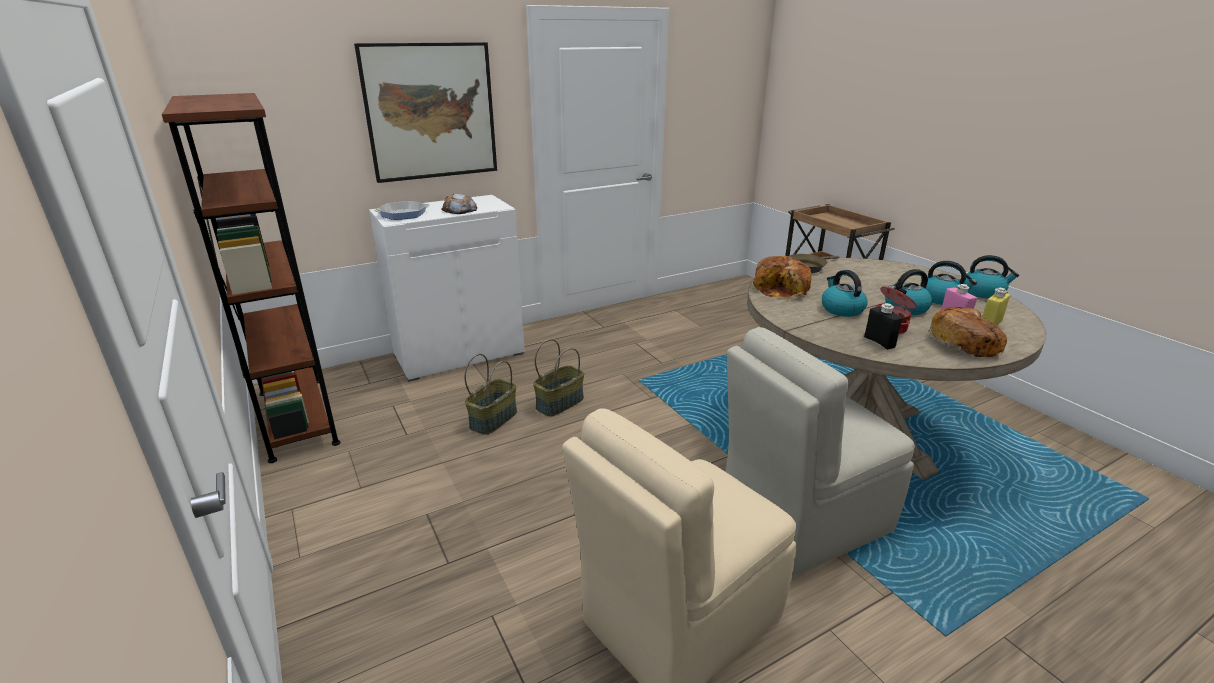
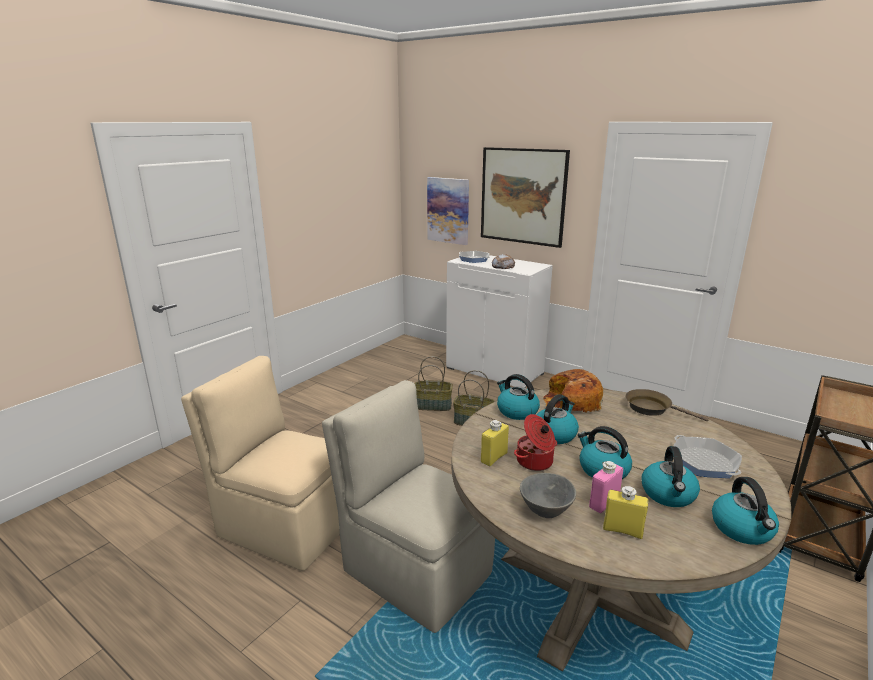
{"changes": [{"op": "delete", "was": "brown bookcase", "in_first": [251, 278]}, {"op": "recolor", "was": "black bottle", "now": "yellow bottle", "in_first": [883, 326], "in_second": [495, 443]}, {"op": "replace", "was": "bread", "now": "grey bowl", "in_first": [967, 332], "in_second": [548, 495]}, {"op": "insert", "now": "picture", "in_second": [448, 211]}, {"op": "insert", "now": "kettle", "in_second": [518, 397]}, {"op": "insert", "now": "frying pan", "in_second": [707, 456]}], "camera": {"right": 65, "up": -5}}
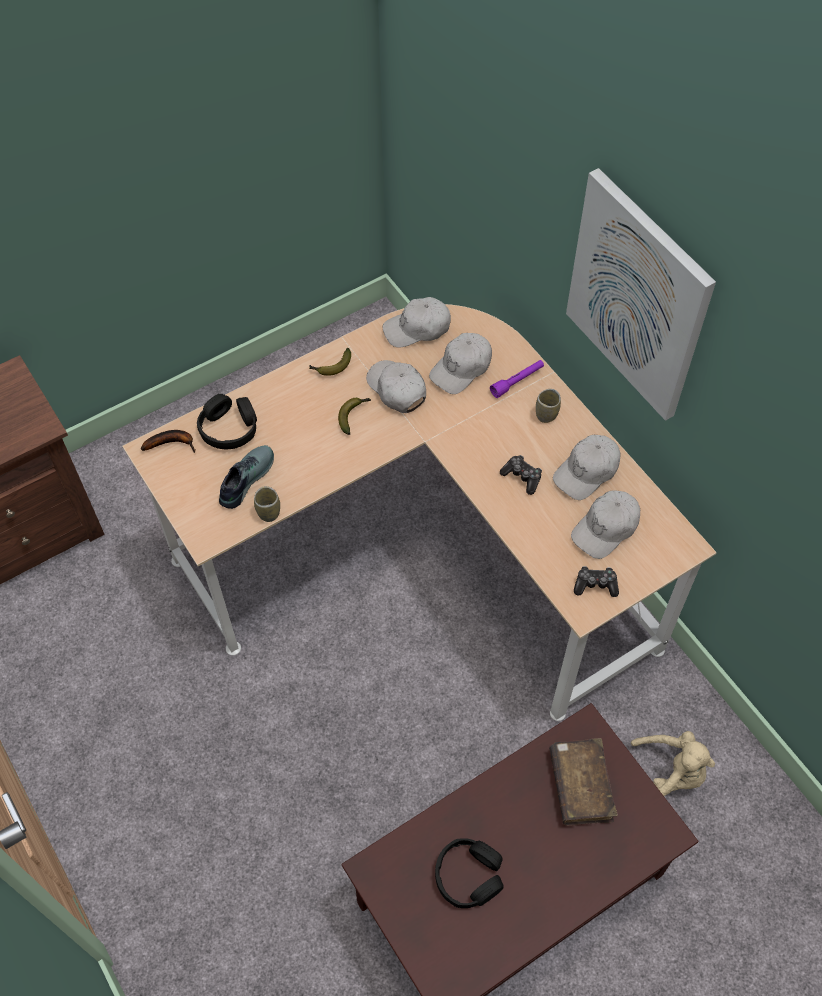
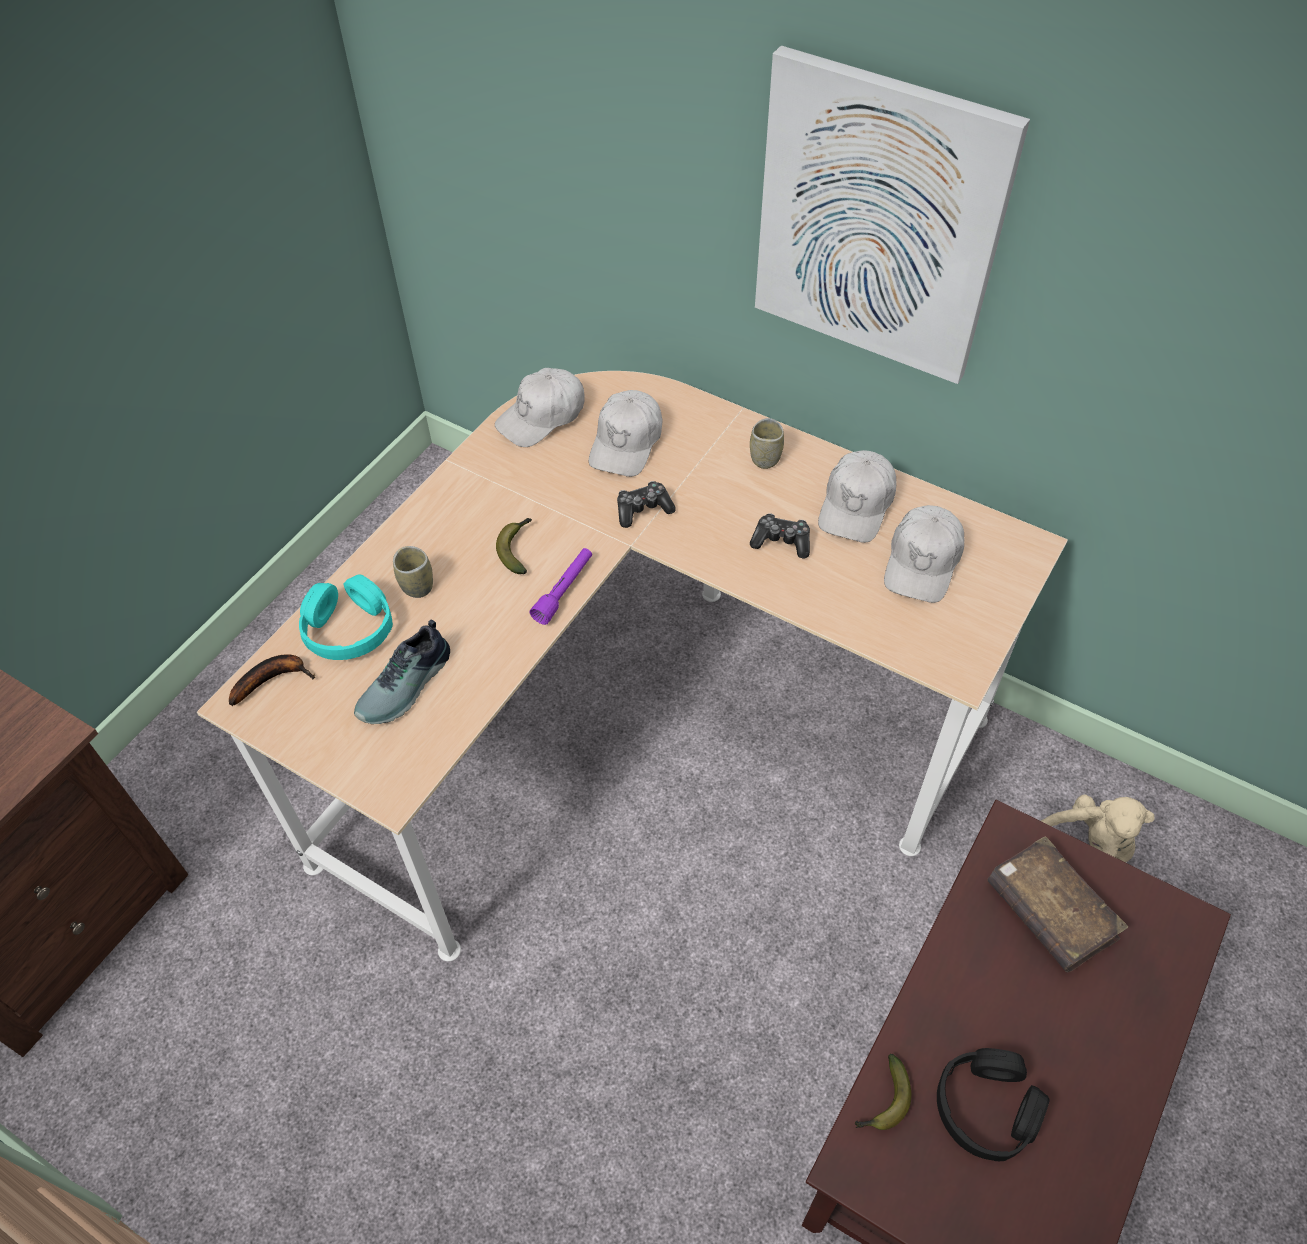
{"changes": [{"op": "move", "was": "banana", "in_first": [330, 362], "in_second": [883, 1092]}, {"op": "delete", "was": "white cap", "in_first": [396, 386]}, {"op": "move", "was": "purple flashlight", "in_first": [517, 379], "in_second": [560, 586]}, {"op": "recolor", "was": "black headphones", "now": "turquoise headphones", "in_first": [227, 421], "in_second": [346, 617]}, {"op": "rotate", "was": "shoe", "in_first": [246, 477], "in_second": [402, 671], "clockwise": -150}, {"op": "move", "was": "cup", "in_first": [267, 504], "in_second": [413, 572]}, {"op": "move", "was": "game controller", "in_first": [596, 581], "in_second": [646, 504]}], "camera": {"right": -25, "up": -5}}
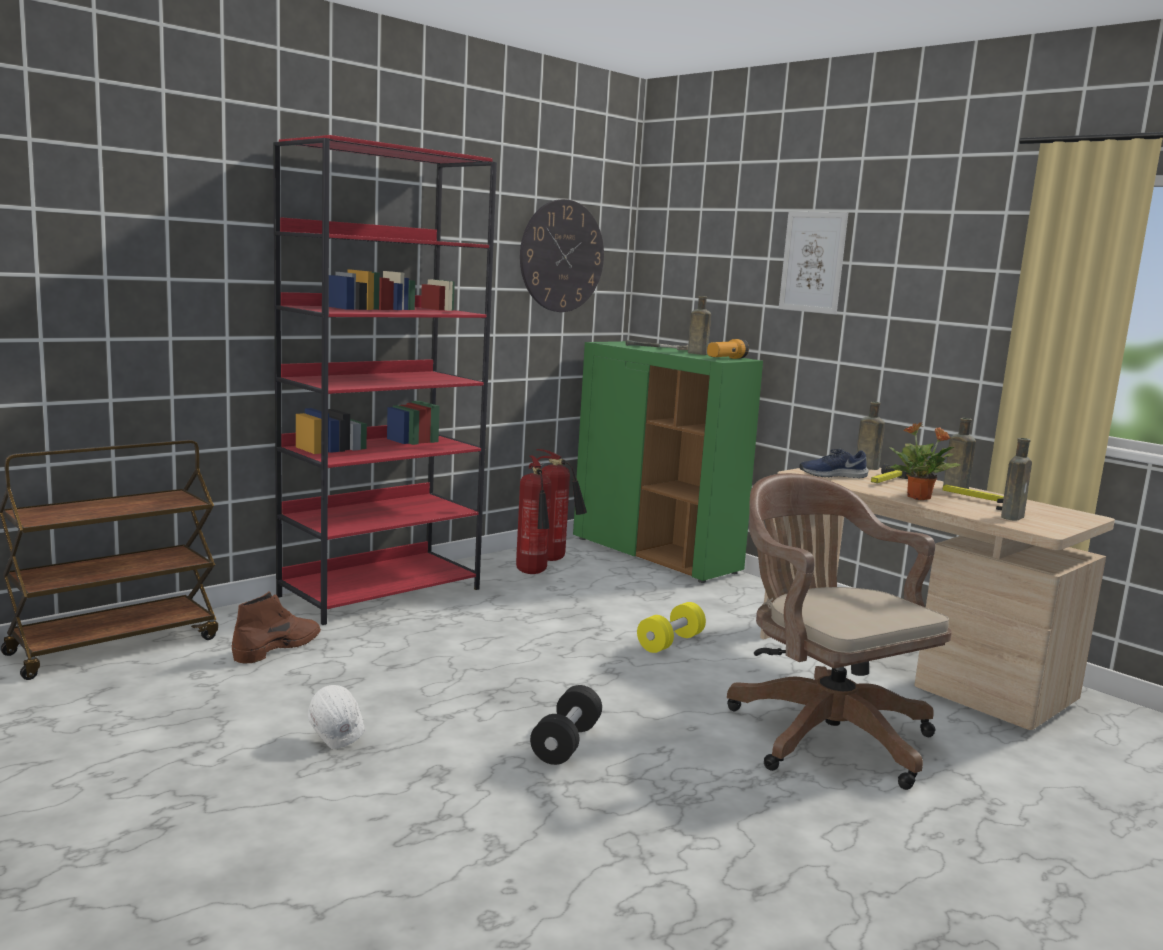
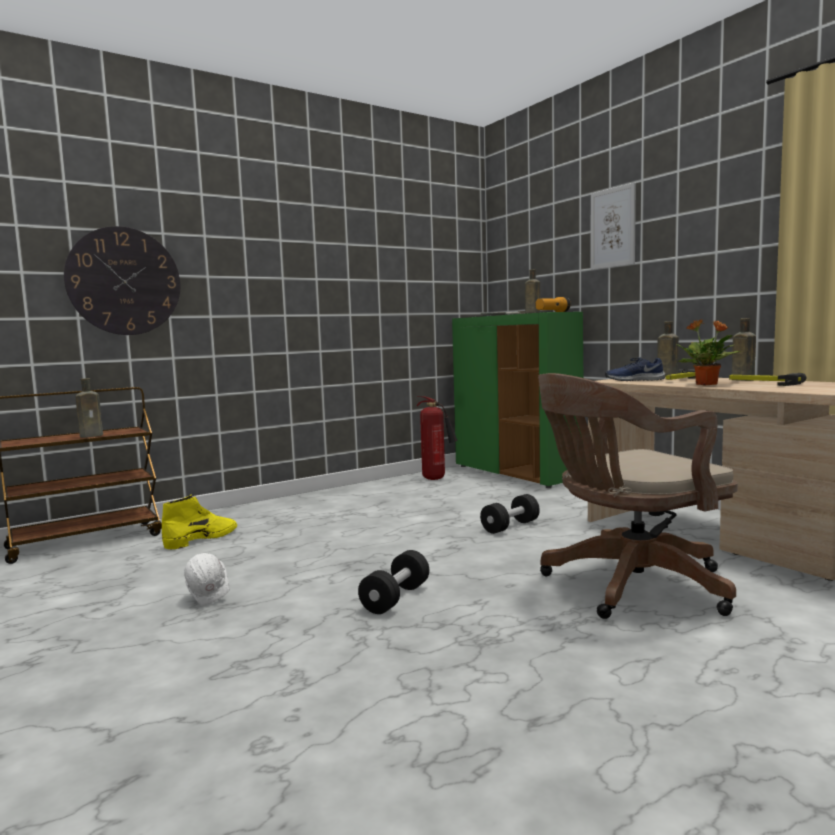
{"changes": [{"op": "delete", "was": "red bookcase", "in_first": [385, 380]}, {"op": "move", "was": "wall clock", "in_first": [562, 255], "in_second": [122, 280]}, {"op": "move", "was": "brown bottle", "in_first": [1016, 479], "in_second": [89, 408]}, {"op": "delete", "was": "fire extinguisher", "in_first": [534, 514]}, {"op": "rotate", "was": "brown office chair", "in_first": [839, 631], "in_second": [638, 496], "clockwise": -90}, {"op": "recolor", "was": "brown boot", "now": "yellow boot", "in_first": [276, 627], "in_second": [199, 522]}, {"op": "recolor", "was": "yellow dumbbell", "now": "black dumbbell", "in_first": [671, 627], "in_second": [510, 514]}], "camera": {"right": 10, "up": -5}}
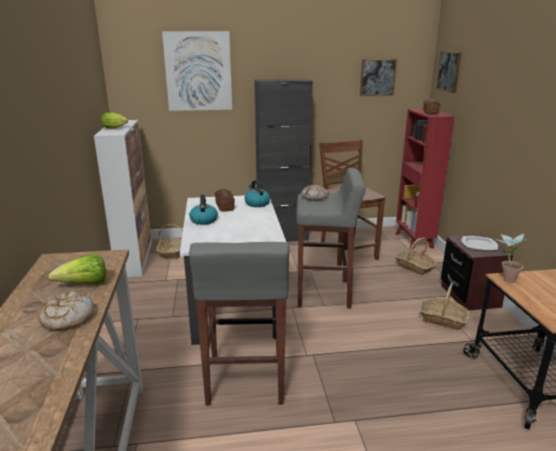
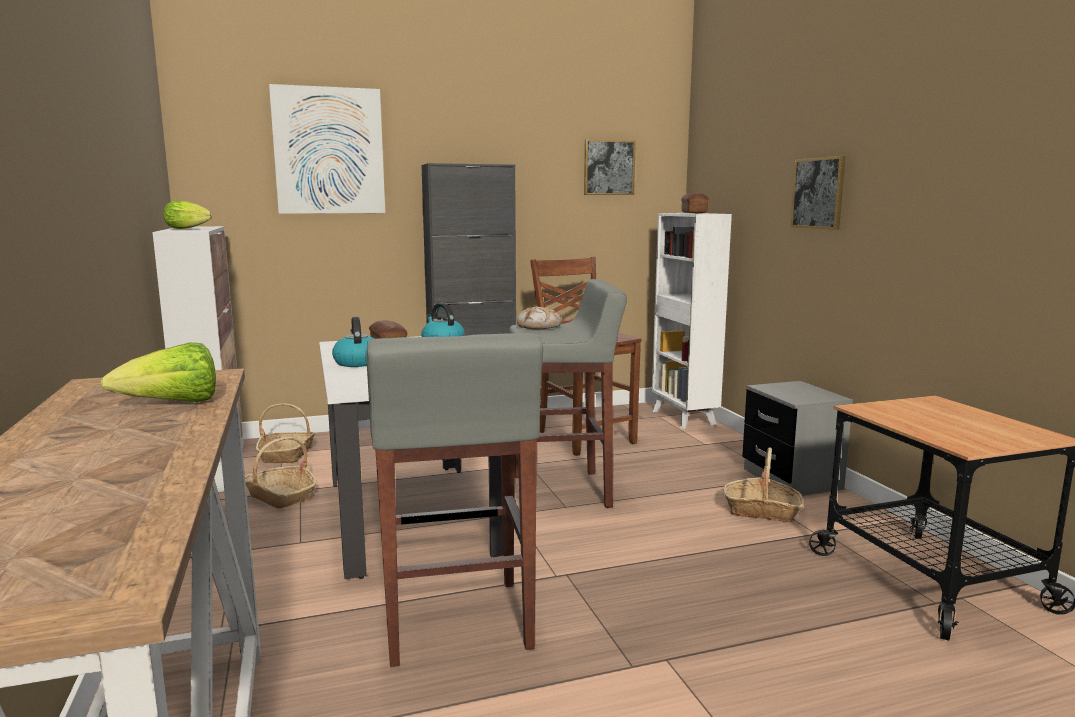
{"changes": [{"op": "move", "was": "picture", "in_first": [449, 72], "in_second": [818, 193]}, {"op": "recolor", "was": "red bookcase", "now": "white bookcase", "in_first": [425, 179], "in_second": [692, 321]}, {"op": "delete", "was": "potted plant", "in_first": [511, 258]}, {"op": "recolor", "was": "brown nightstand", "now": "grey nightstand", "in_first": [477, 272], "in_second": [797, 438]}, {"op": "delete", "was": "plate", "in_first": [479, 243]}, {"op": "move", "was": "basket", "in_first": [415, 256], "in_second": [281, 473]}, {"op": "delete", "was": "bread", "in_first": [66, 310]}], "camera": {"right": -10, "up": -10}}
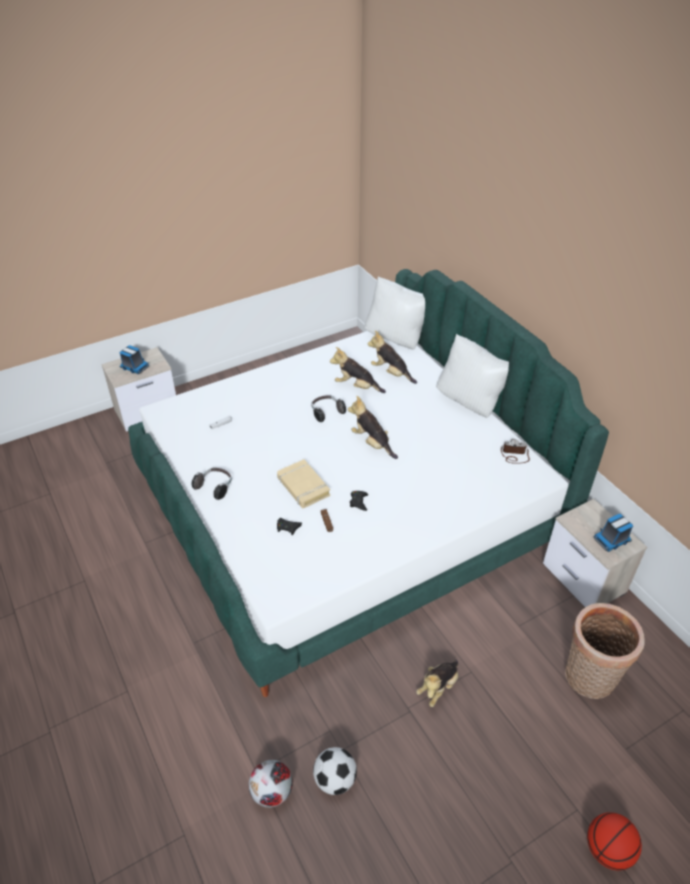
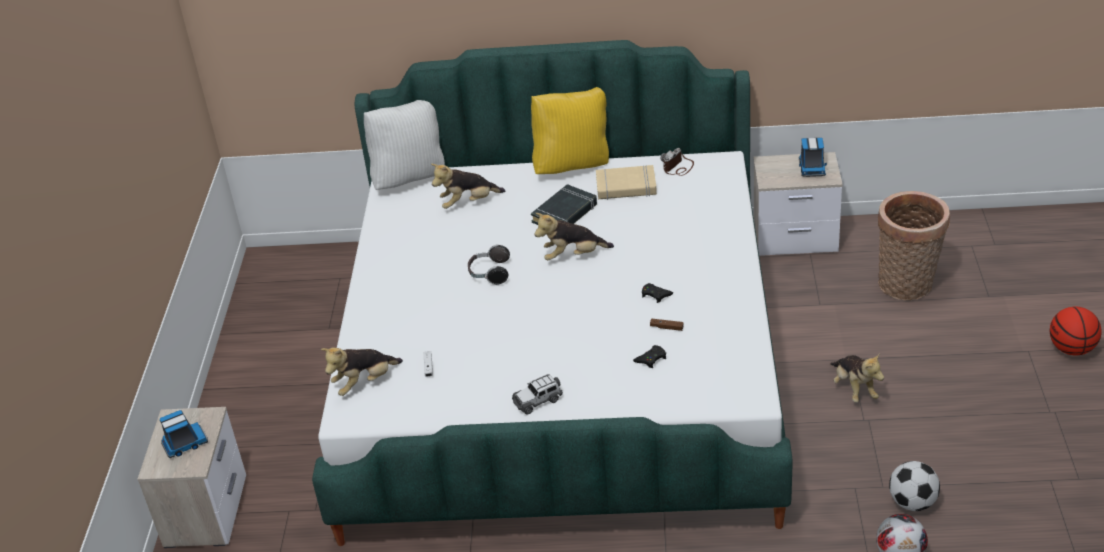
{"changes": [{"op": "recolor", "was": "white pillow", "now": "yellow pillow", "in_first": [472, 376], "in_second": [570, 130]}, {"op": "move", "was": "plush toy", "in_first": [358, 370], "in_second": [362, 371]}, {"op": "move", "was": "beige book", "in_first": [303, 483], "in_second": [626, 182]}, {"op": "replace", "was": "headphones", "now": "toy car", "in_first": [212, 484], "in_second": [537, 394]}, {"op": "insert", "now": "black book", "in_second": [564, 204]}], "camera": {"right": -55, "up": -5}}
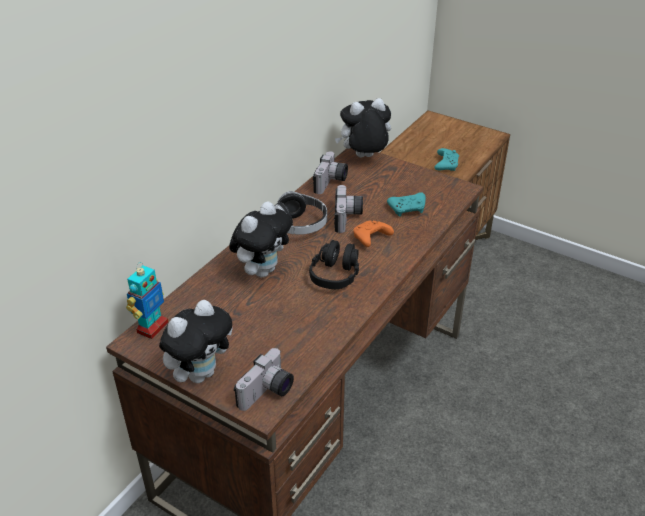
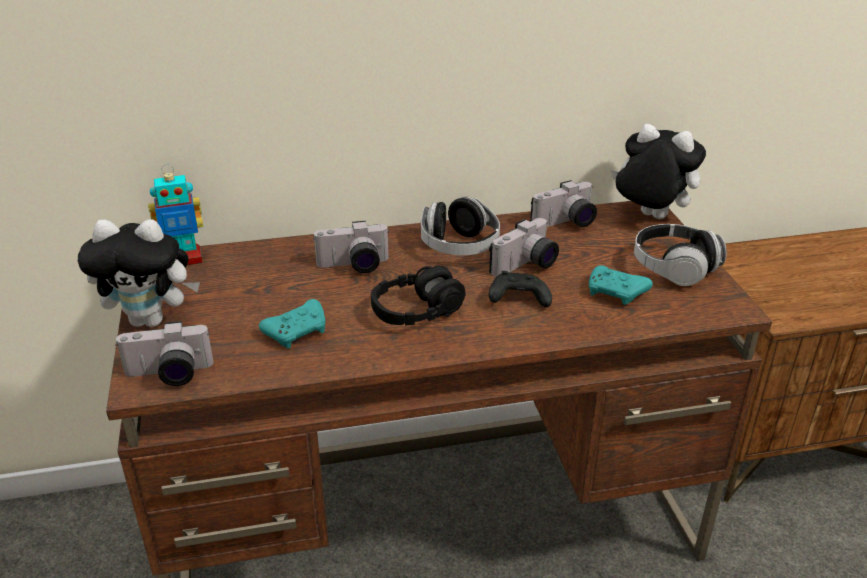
{"changes": [{"op": "move", "was": "turquoise game controller", "in_first": [447, 159], "in_second": [292, 324]}, {"op": "replace", "was": "plush toy", "now": "photo camera", "in_first": [260, 239], "in_second": [351, 247]}, {"op": "recolor", "was": "orange game controller", "now": "black game controller", "in_first": [373, 233], "in_second": [520, 289]}, {"op": "insert", "now": "headphones", "in_second": [680, 255]}], "camera": {"right": 45, "up": -5}}
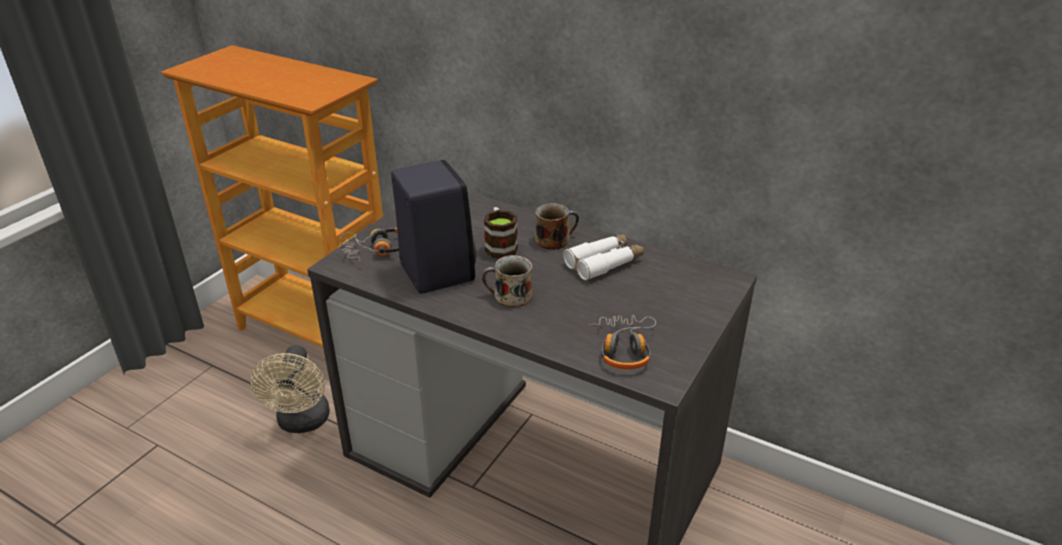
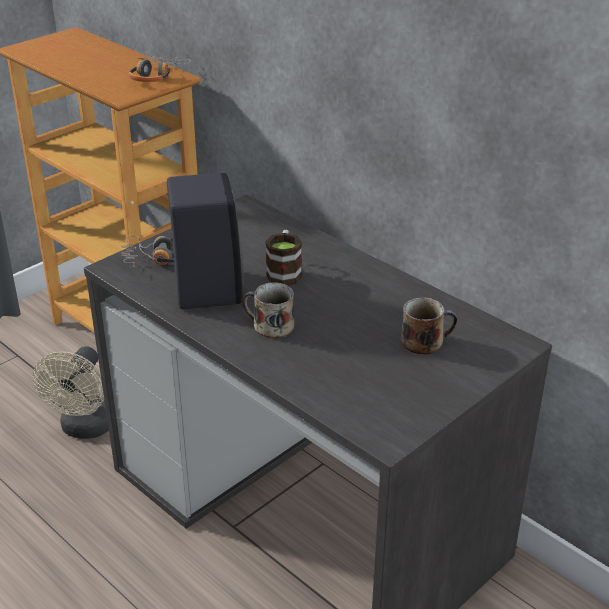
{"changes": [{"op": "move", "was": "mug", "in_first": [557, 226], "in_second": [429, 325]}, {"op": "delete", "was": "white binoculars", "in_first": [603, 257]}, {"op": "move", "was": "headphones", "in_first": [622, 342], "in_second": [159, 69]}], "camera": {"right": 15, "up": 0}}
